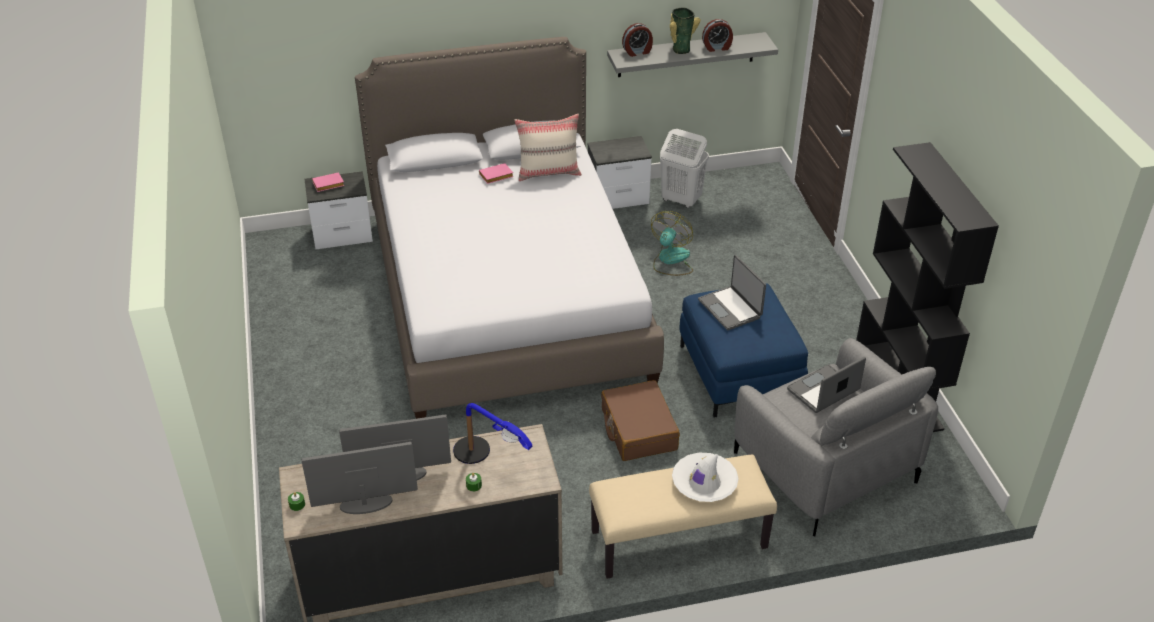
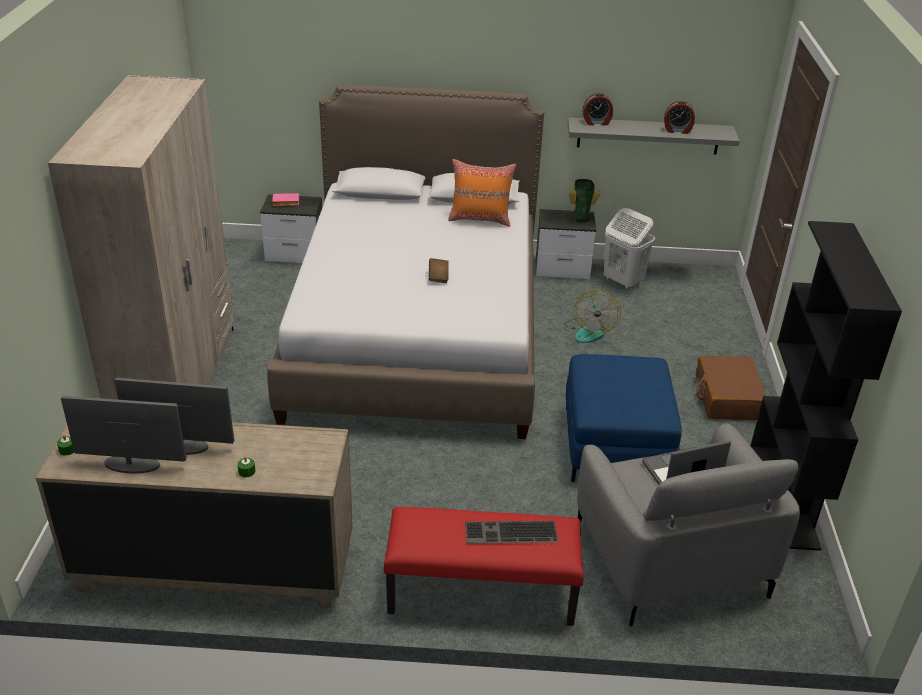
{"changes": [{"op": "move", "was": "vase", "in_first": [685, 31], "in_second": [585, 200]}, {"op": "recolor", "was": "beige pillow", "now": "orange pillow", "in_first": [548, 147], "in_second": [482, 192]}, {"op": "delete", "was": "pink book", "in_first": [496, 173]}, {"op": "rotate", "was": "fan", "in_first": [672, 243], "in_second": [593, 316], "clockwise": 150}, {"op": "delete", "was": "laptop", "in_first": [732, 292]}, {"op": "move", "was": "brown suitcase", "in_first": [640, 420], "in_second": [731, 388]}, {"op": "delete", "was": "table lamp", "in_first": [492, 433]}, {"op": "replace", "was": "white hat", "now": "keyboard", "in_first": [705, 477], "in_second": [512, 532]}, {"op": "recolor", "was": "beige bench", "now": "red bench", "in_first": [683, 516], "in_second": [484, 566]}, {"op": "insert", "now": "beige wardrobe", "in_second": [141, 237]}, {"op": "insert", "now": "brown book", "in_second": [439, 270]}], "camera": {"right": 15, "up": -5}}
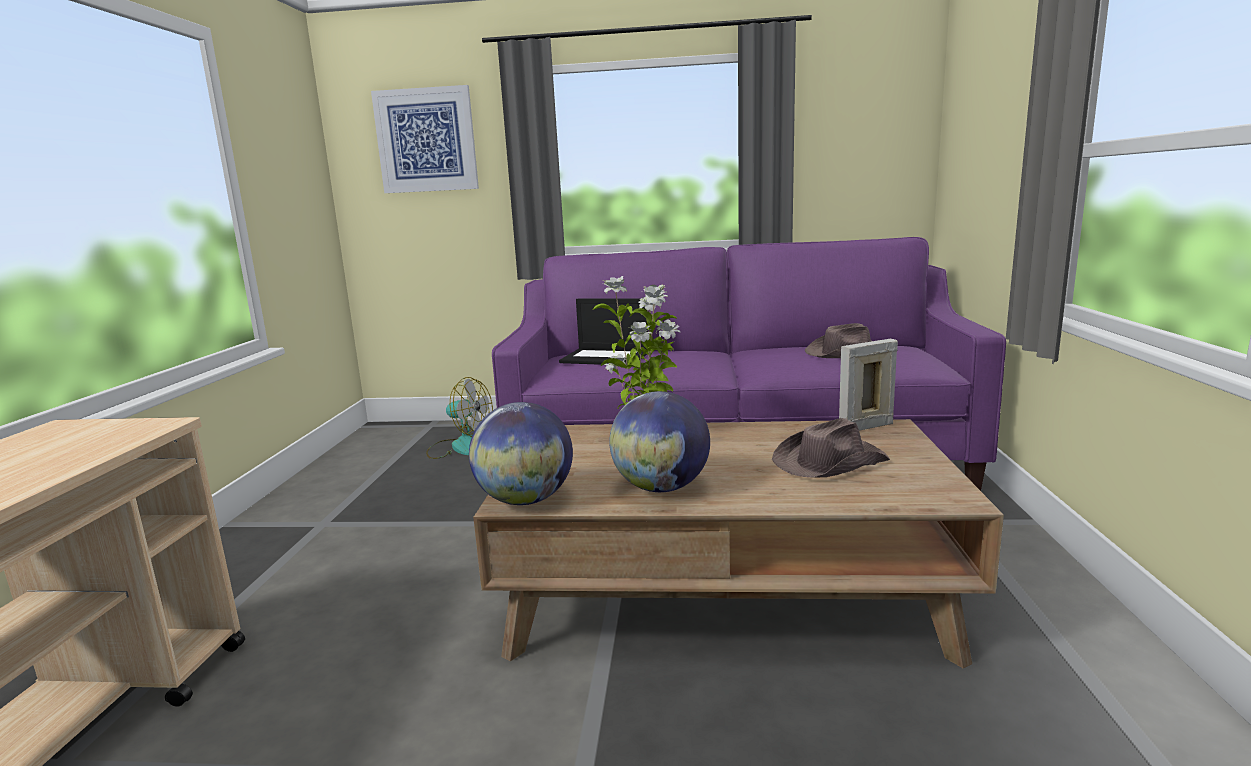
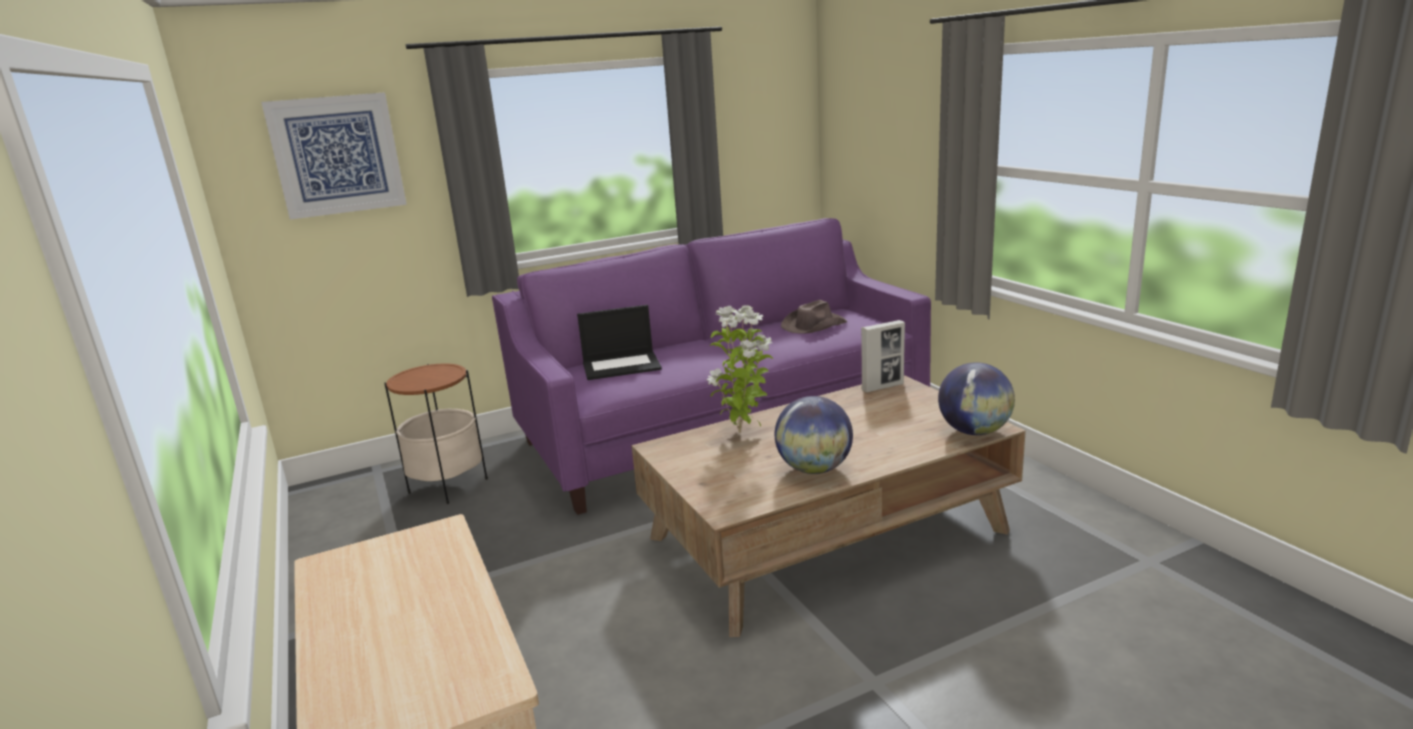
{"changes": [{"op": "rotate", "was": "picture frame", "in_first": [868, 385], "in_second": [883, 356], "clockwise": -150}, {"op": "replace", "was": "fan", "now": "side table", "in_first": [459, 418], "in_second": [436, 433]}, {"op": "move", "was": "globe", "in_first": [521, 453], "in_second": [976, 398]}, {"op": "delete", "was": "brown hat", "in_first": [831, 448]}], "camera": {"right": -30, "up": 5}}
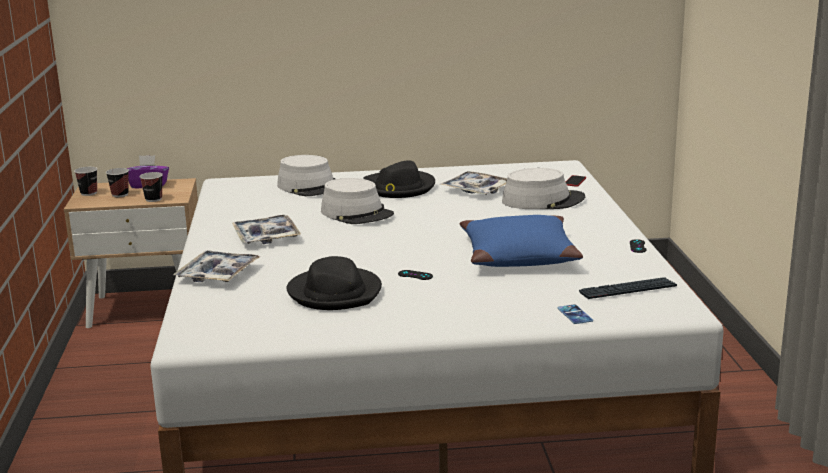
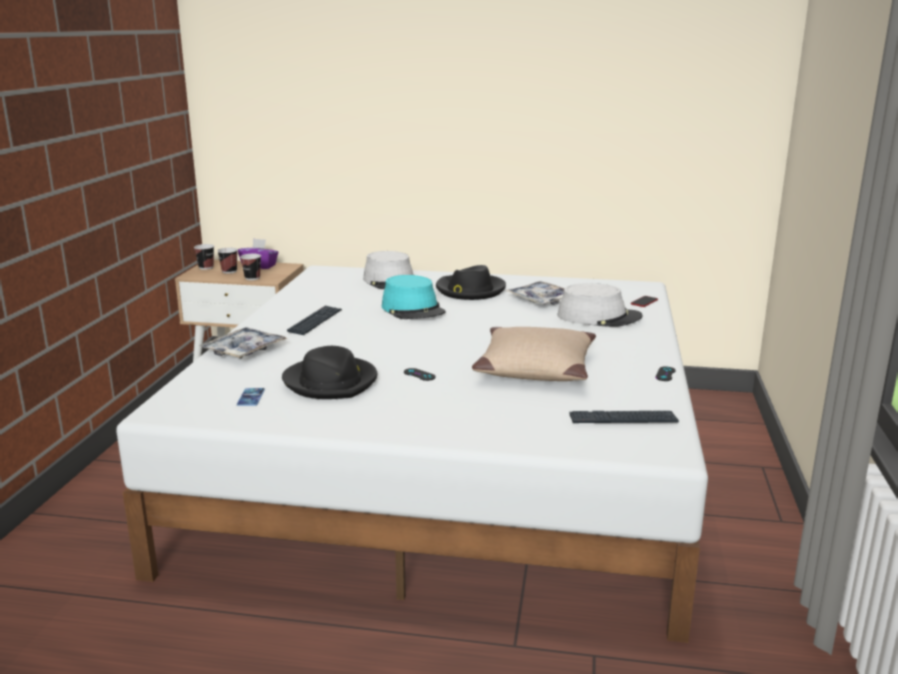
{"changes": [{"op": "recolor", "was": "grey hat", "now": "turquoise hat", "in_first": [357, 201], "in_second": [414, 297]}, {"op": "replace", "was": "tray", "now": "keyboard", "in_first": [266, 229], "in_second": [314, 320]}, {"op": "recolor", "was": "blue pillow", "now": "beige pillow", "in_first": [521, 241], "in_second": [534, 354]}, {"op": "move", "was": "phone", "in_first": [575, 314], "in_second": [251, 397]}], "camera": {"right": 15, "up": 0}}
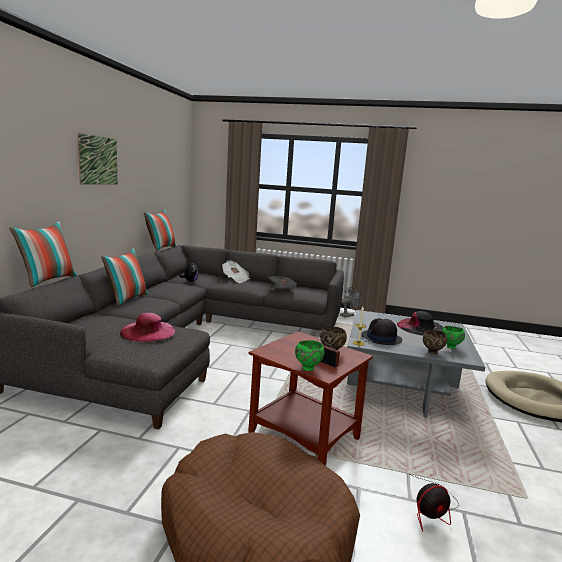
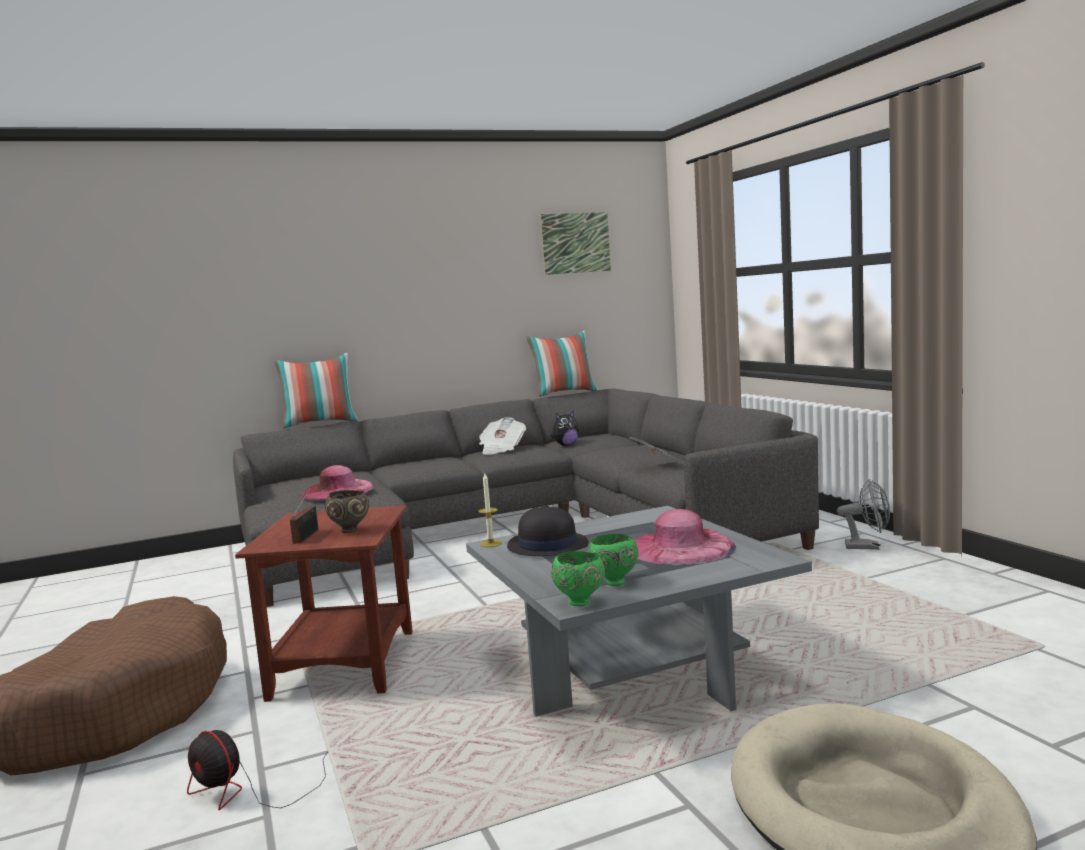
{"changes": [{"op": "move", "was": "picture", "in_first": [97, 158], "in_second": [575, 243]}, {"op": "delete", "was": "pillow", "in_first": [124, 277]}, {"op": "move", "was": "newspaper", "in_first": [236, 272], "in_second": [502, 436]}, {"op": "recolor", "was": "black hat", "now": "pink hat", "in_first": [420, 323], "in_second": [685, 537]}, {"op": "delete", "was": "brown bowl", "in_first": [435, 342]}, {"op": "move", "was": "green bowl", "in_first": [309, 355], "in_second": [578, 578]}], "camera": {"right": 55, "up": -5}}
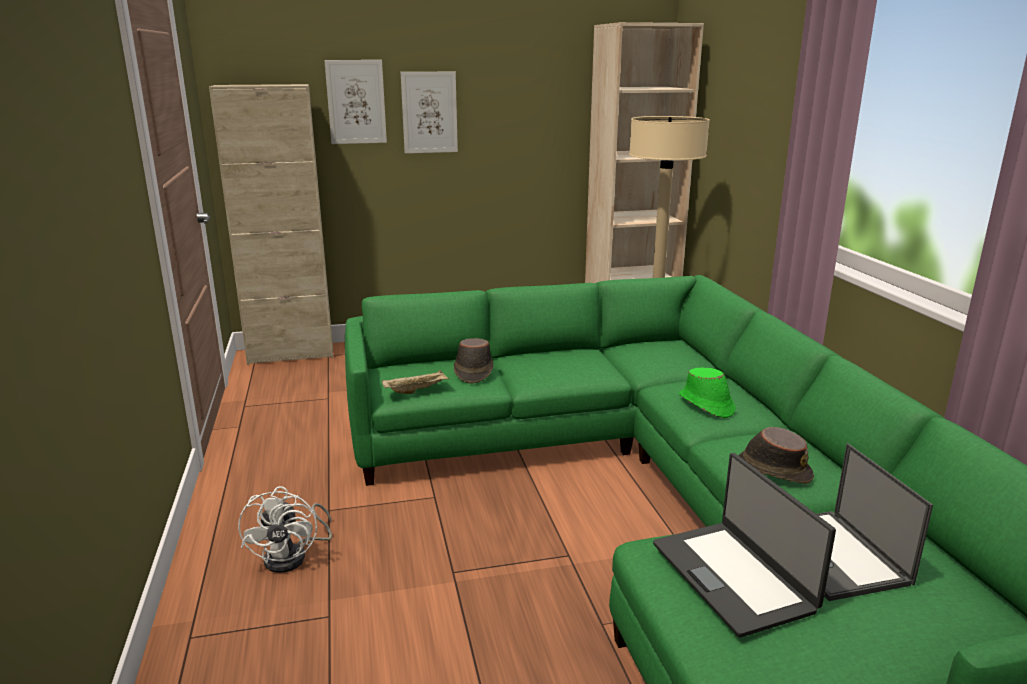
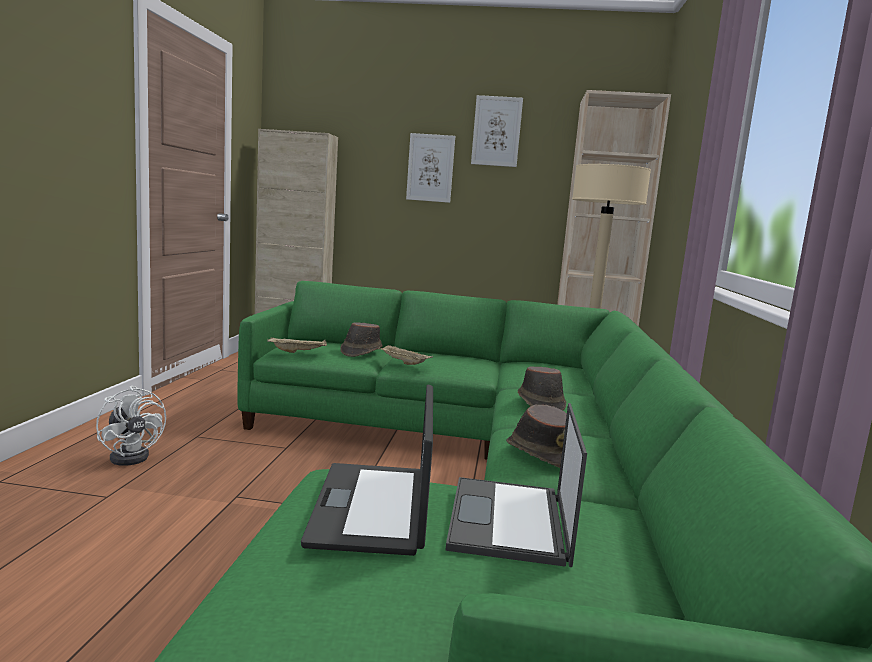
{"changes": [{"op": "move", "was": "picture", "in_first": [355, 102], "in_second": [497, 131]}, {"op": "recolor", "was": "green hat", "now": "brown hat", "in_first": [707, 392], "in_second": [542, 388]}, {"op": "rotate", "was": "white fan", "in_first": [285, 529], "in_second": [131, 426], "clockwise": -60}, {"op": "insert", "now": "beige tray", "in_second": [405, 355]}], "camera": {"right": 20, "up": -10}}
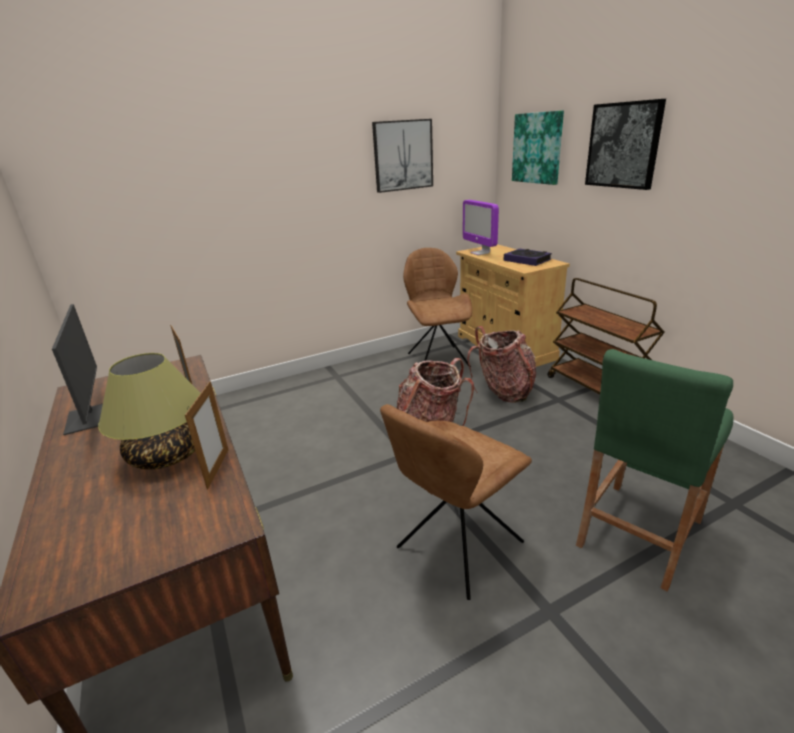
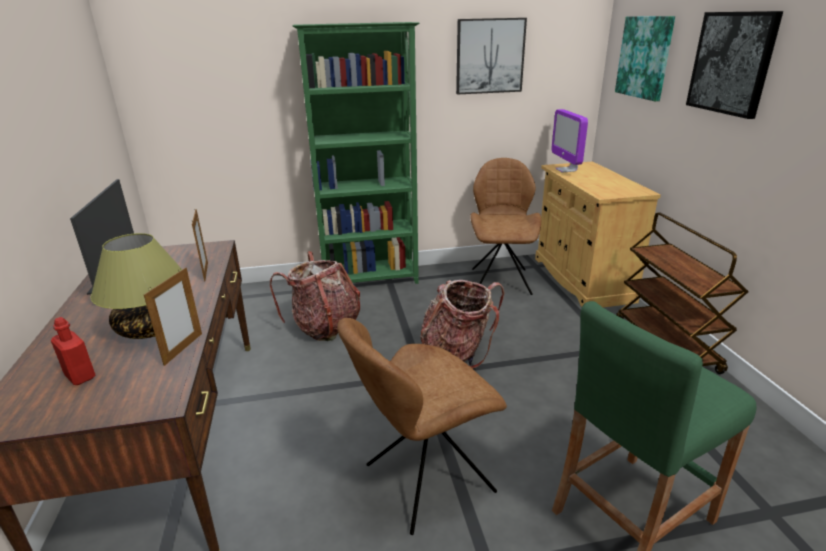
{"changes": [{"op": "delete", "was": "book", "in_first": [528, 257]}, {"op": "move", "was": "backpack", "in_first": [501, 364], "in_second": [315, 296]}, {"op": "insert", "now": "green bookcase", "in_second": [355, 153]}, {"op": "insert", "now": "red bottle", "in_second": [73, 351]}], "camera": {"right": 15, "up": 0}}
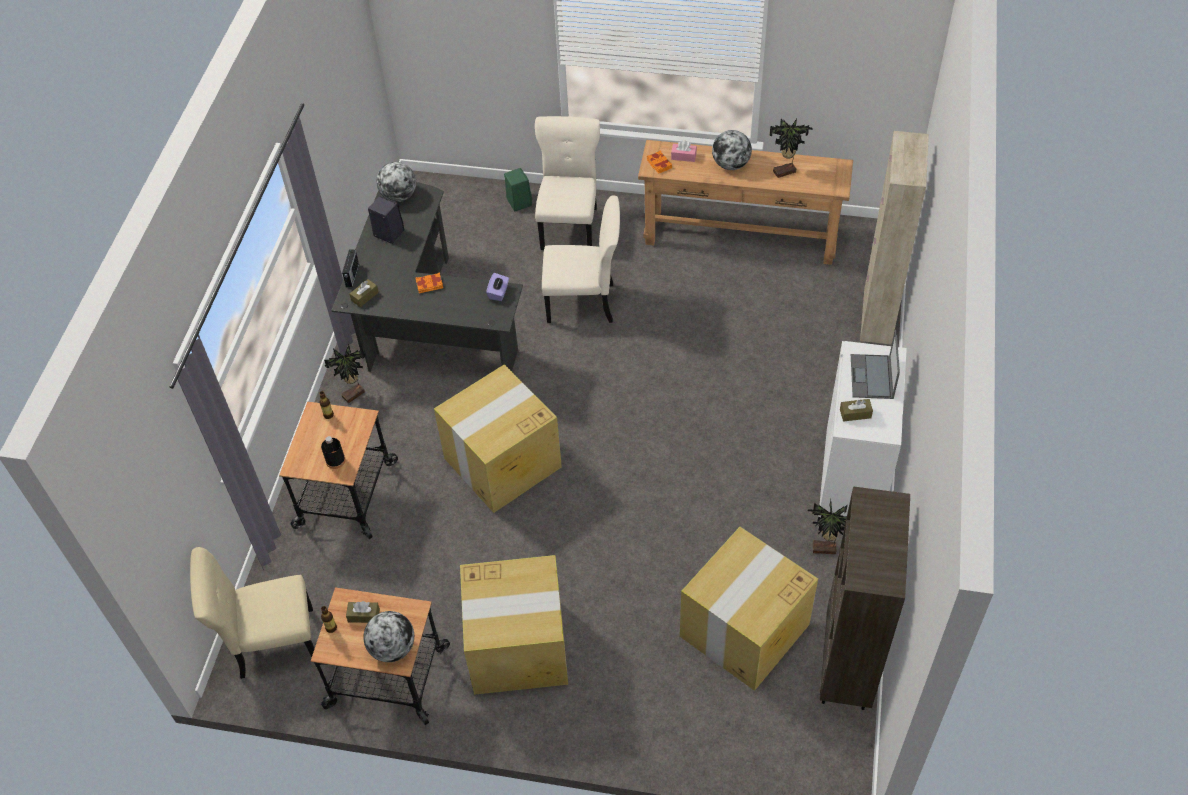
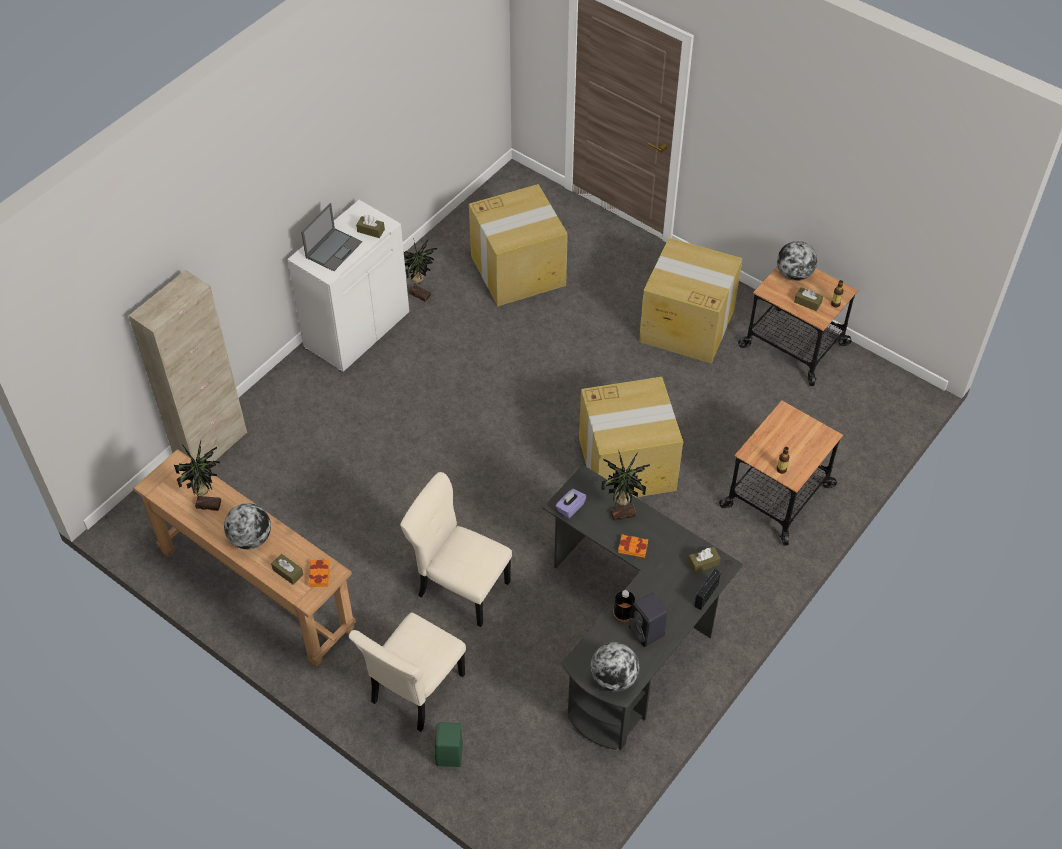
{"changes": [{"op": "recolor", "was": "pink tissue box", "now": "brown tissue box", "in_first": [684, 151], "in_second": [287, 569]}, {"op": "move", "was": "potted plant", "in_first": [345, 374], "in_second": [625, 486]}, {"op": "move", "was": "black bottle", "in_first": [333, 452], "in_second": [624, 606]}, {"op": "delete", "was": "brown bookcase", "in_first": [865, 598]}, {"op": "delete", "was": "beige chair", "in_first": [252, 613]}], "camera": {"right": -155, "up": 0}}
